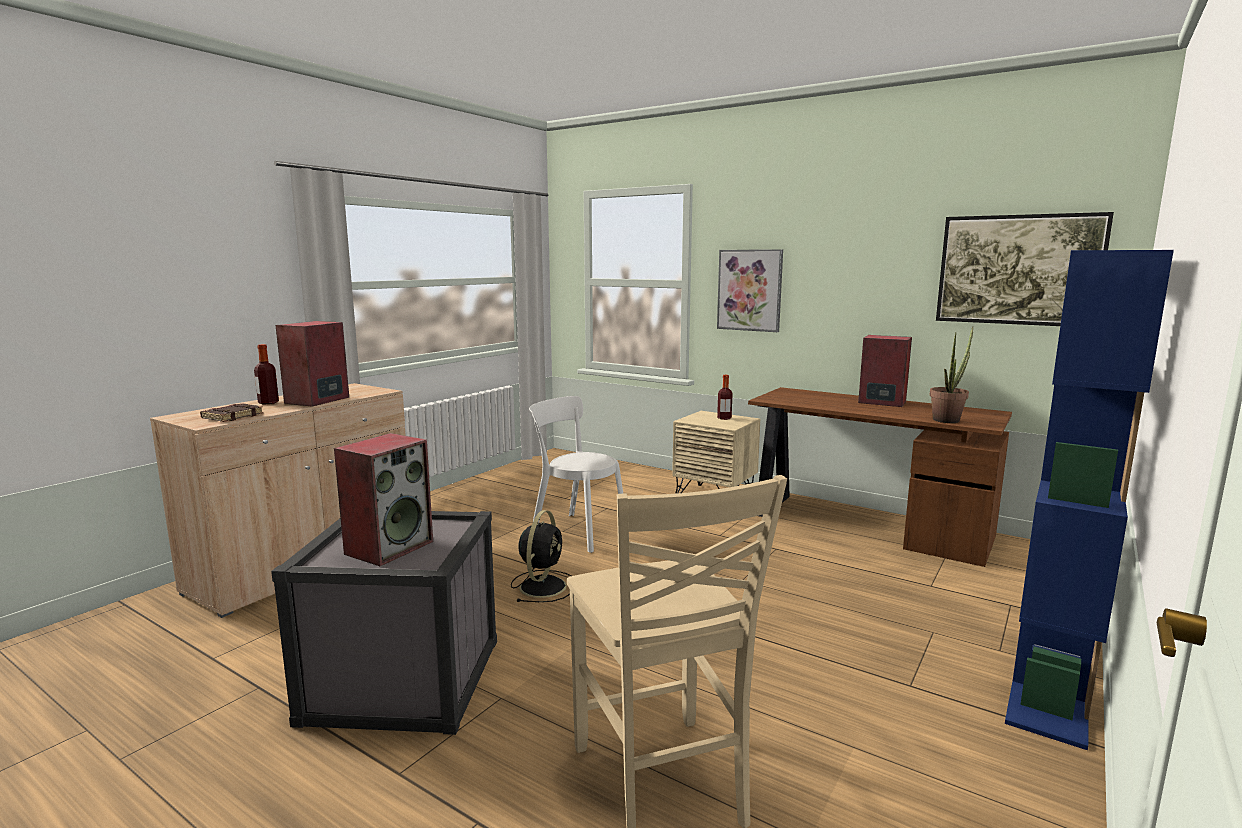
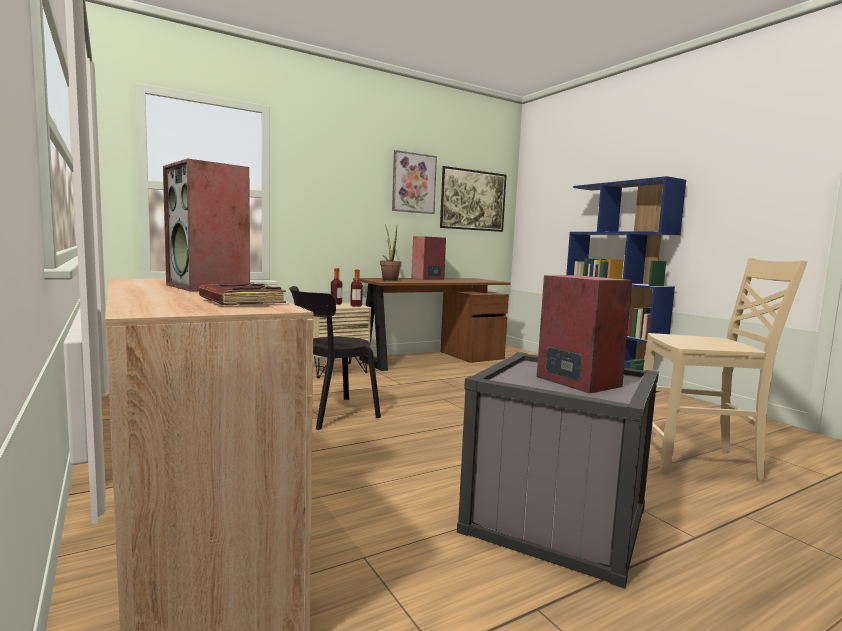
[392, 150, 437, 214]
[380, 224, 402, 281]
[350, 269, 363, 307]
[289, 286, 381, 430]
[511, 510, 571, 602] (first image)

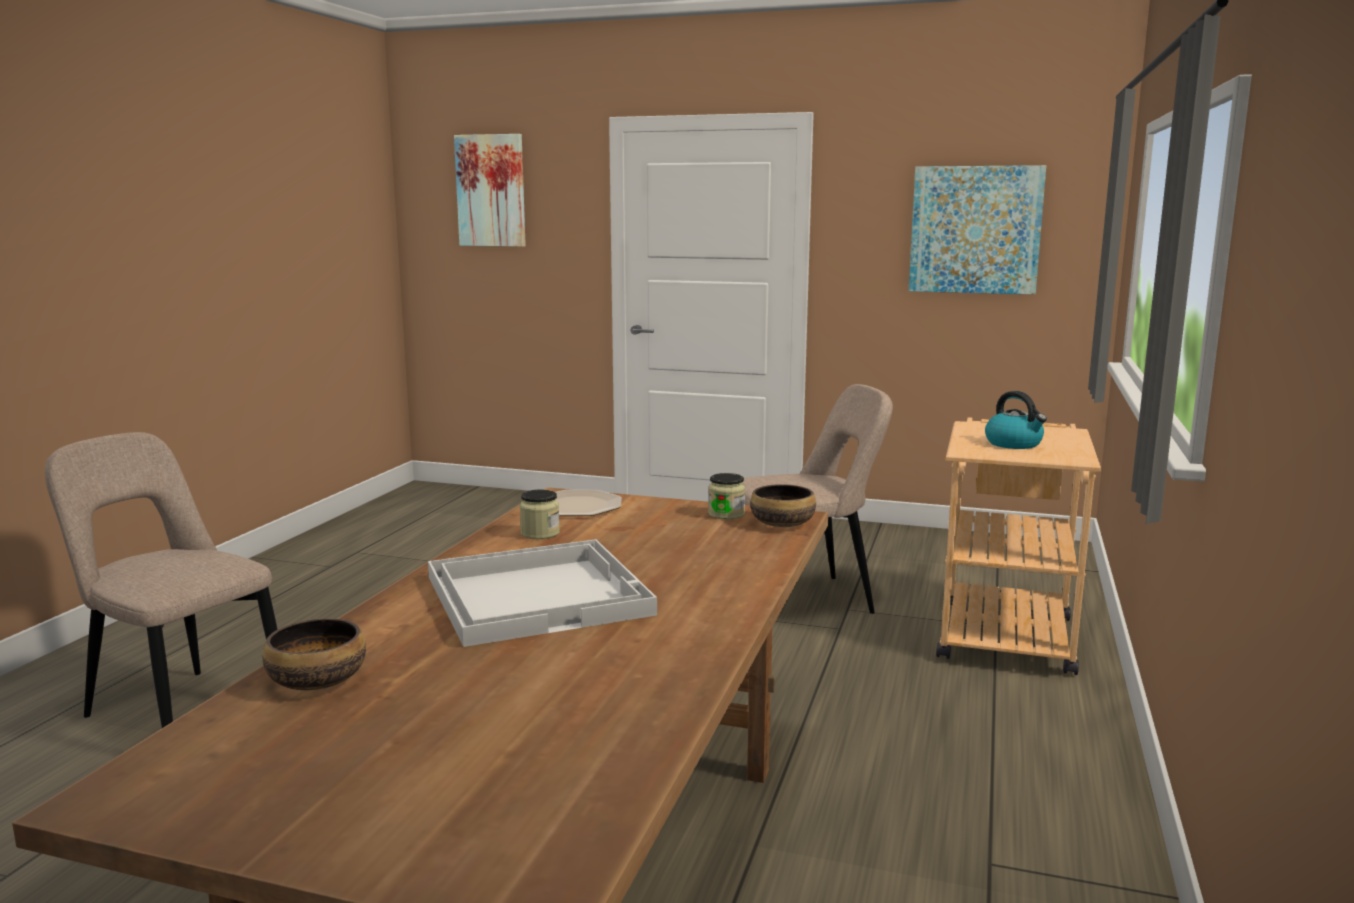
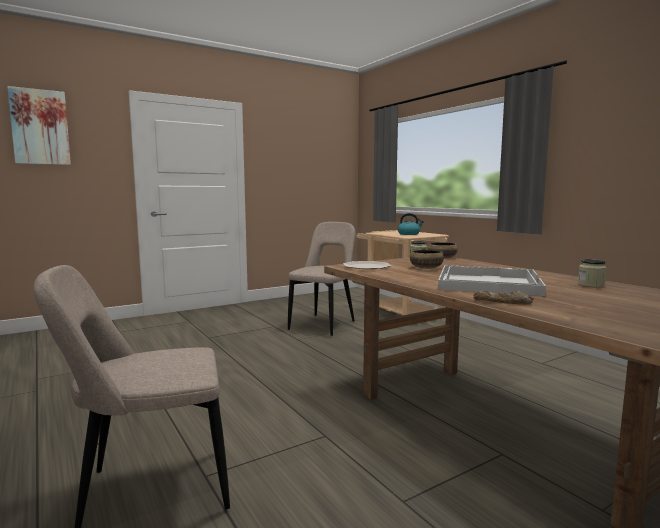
[909, 165, 1046, 295] (first image)
[578, 259, 606, 287]
[410, 250, 444, 269]
[473, 291, 534, 305]

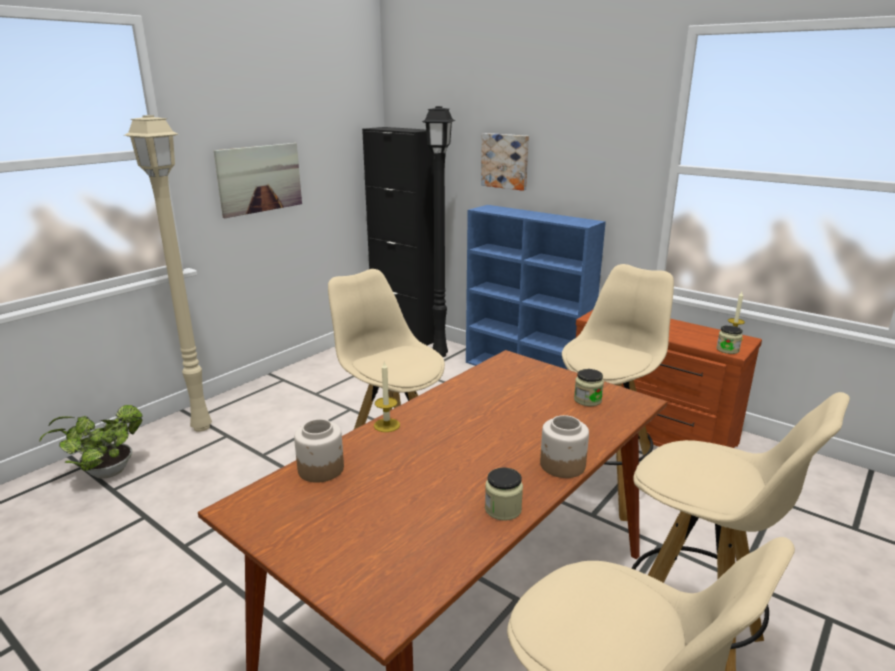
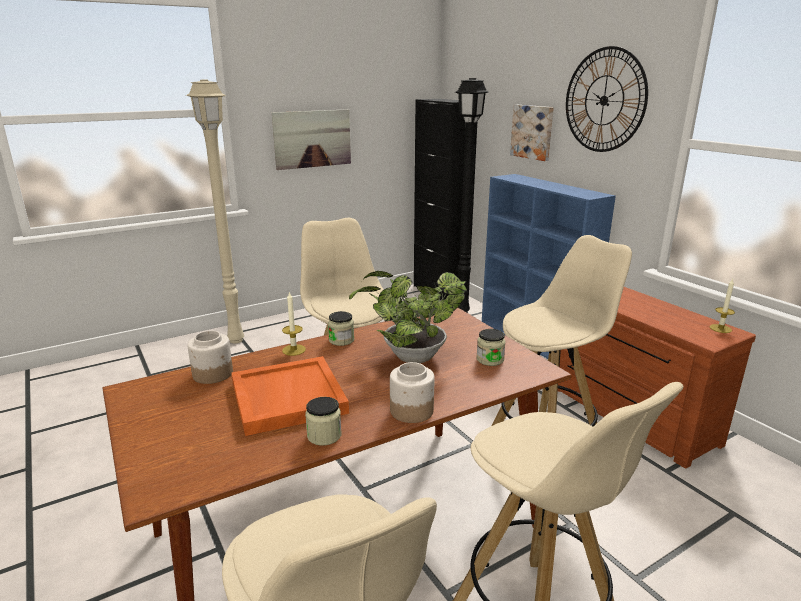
[328, 311, 354, 346]
[349, 271, 467, 363]
[566, 46, 648, 152]
[232, 356, 349, 436]

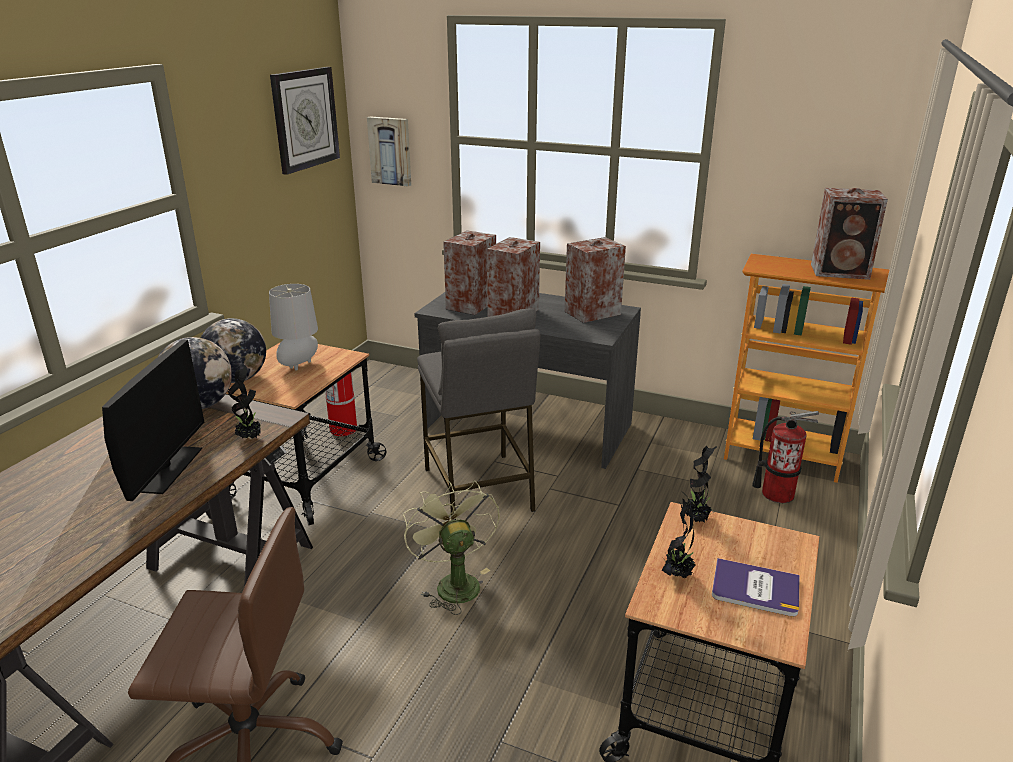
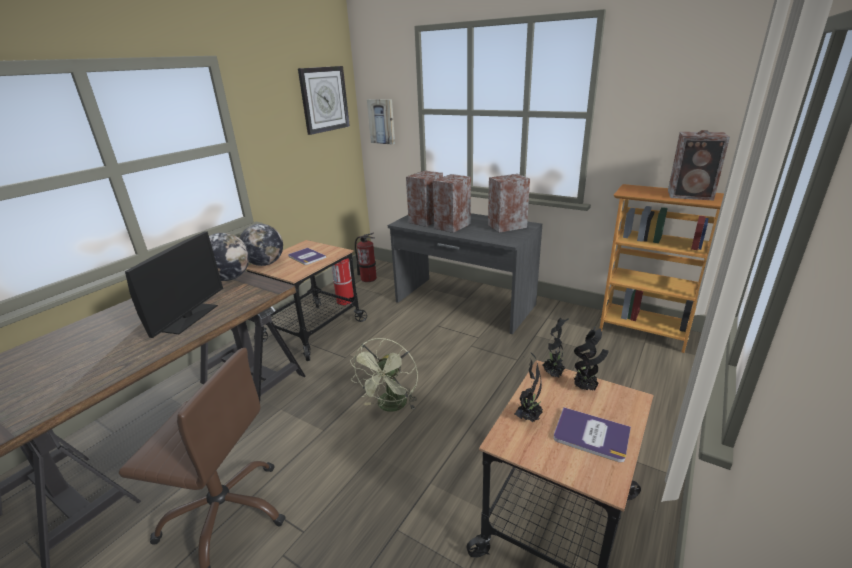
[288, 248, 326, 265]
[417, 308, 540, 520] (first image)
[574, 326, 609, 390]
[355, 232, 377, 282]
[350, 338, 418, 411]

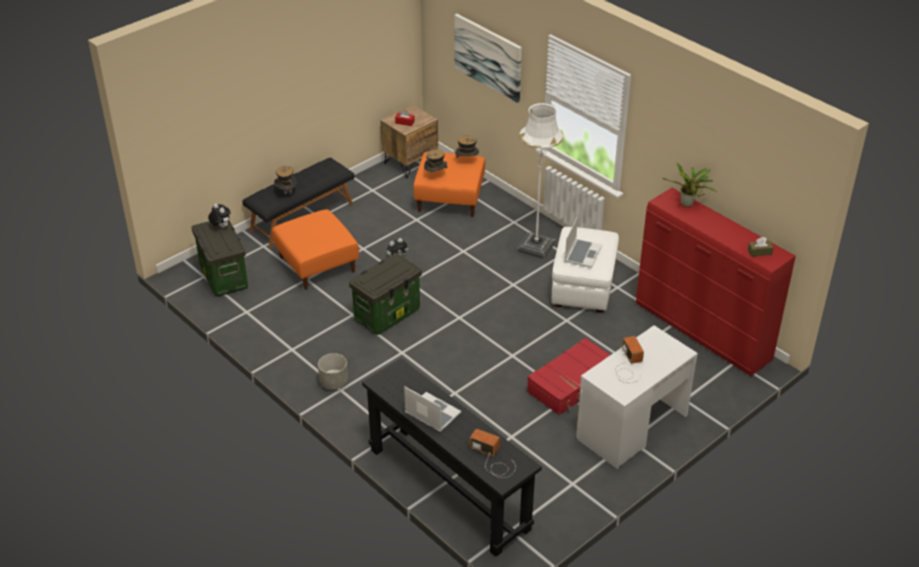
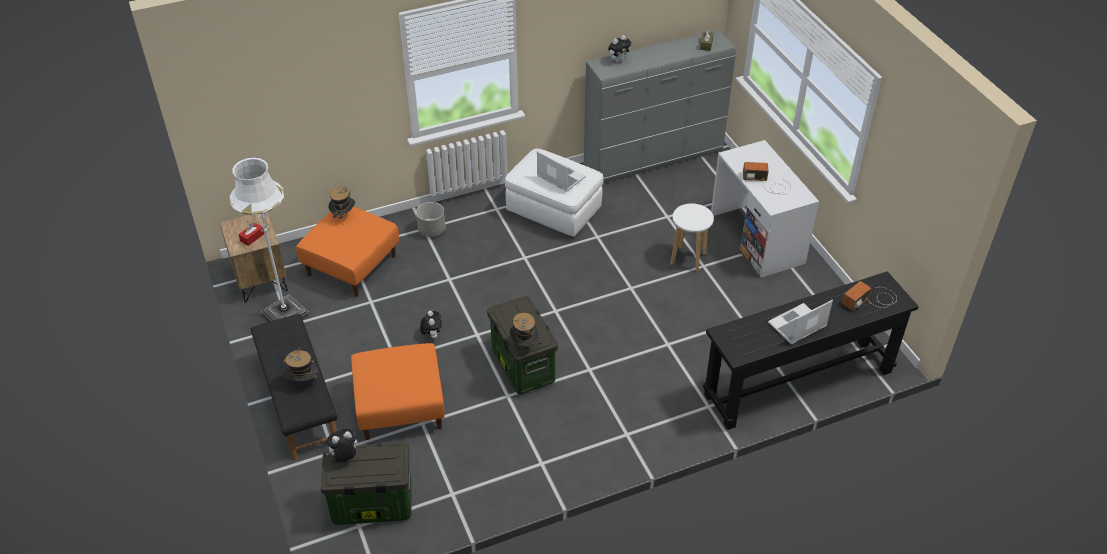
[454, 14, 522, 103] (first image)
[230, 157, 310, 322]
[510, 313, 539, 347]
[608, 35, 631, 63]
[584, 29, 736, 183]
[671, 203, 714, 271]
[416, 202, 445, 237]

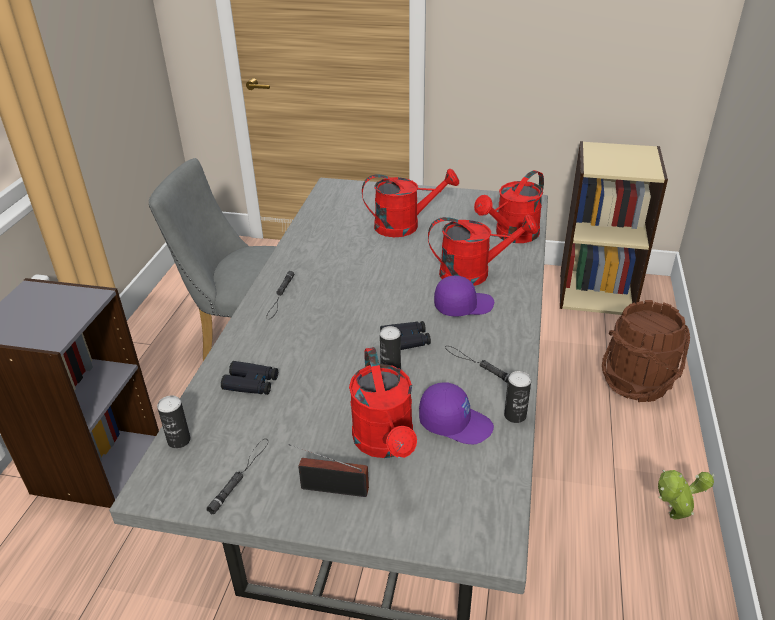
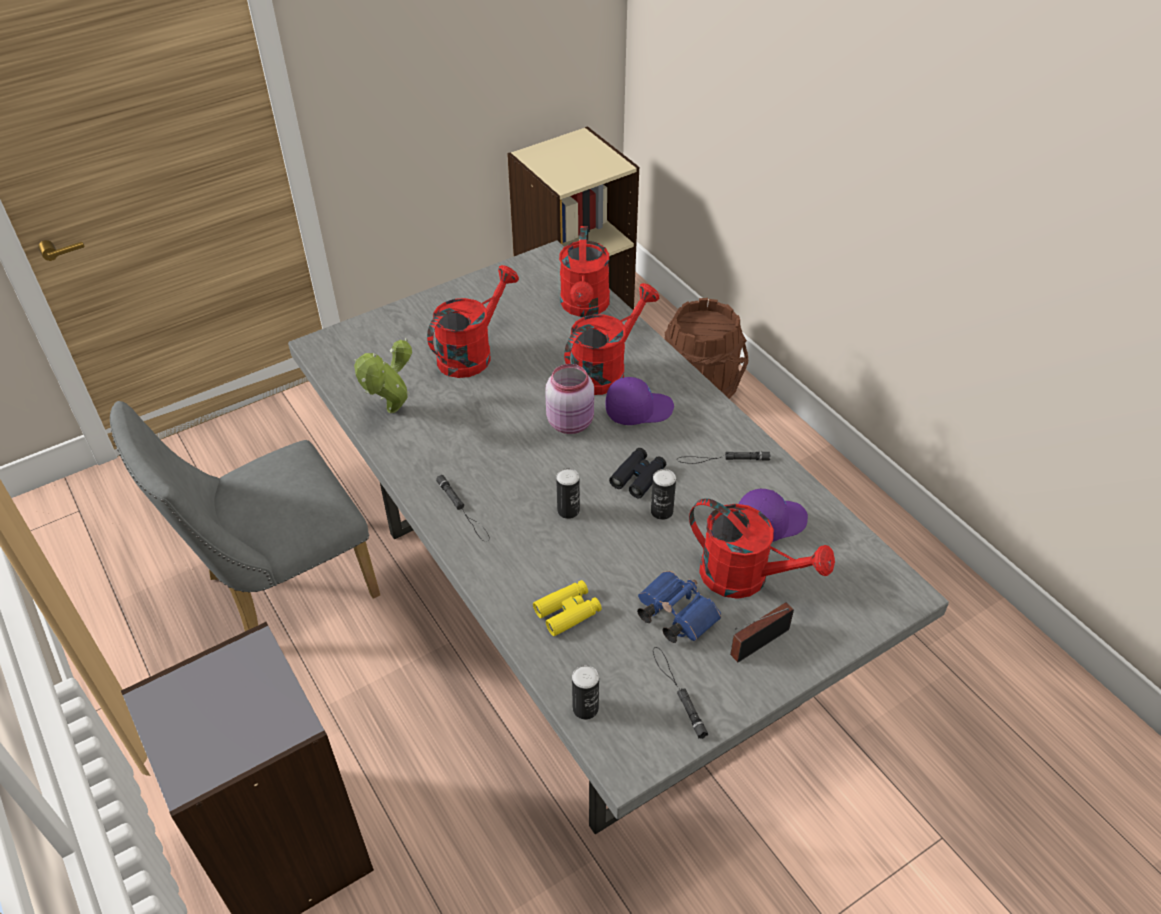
[606, 377, 674, 425]
[533, 580, 602, 636]
[556, 468, 580, 519]
[353, 338, 412, 413]
[545, 364, 594, 434]
[637, 571, 721, 643]

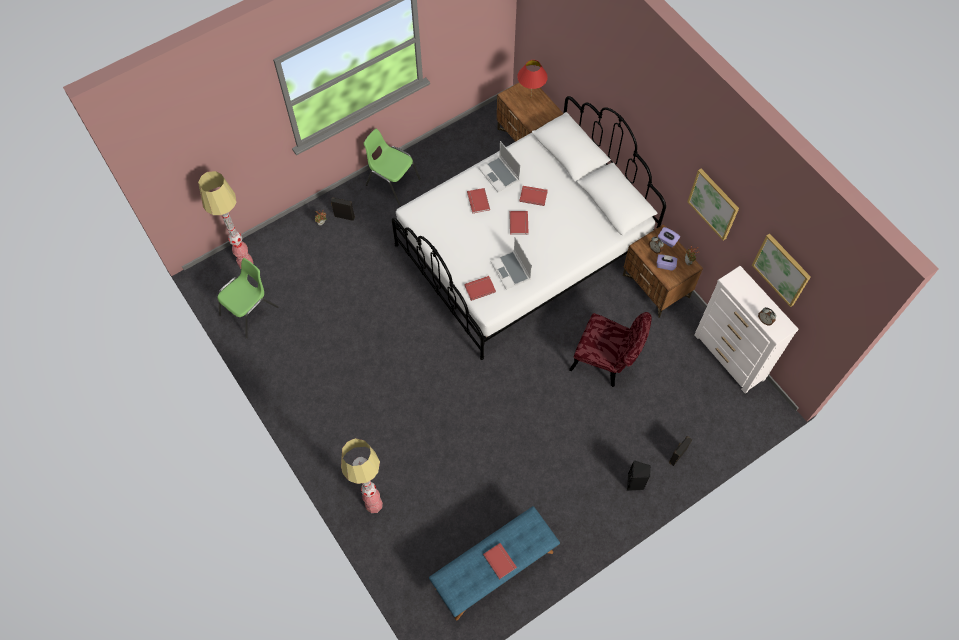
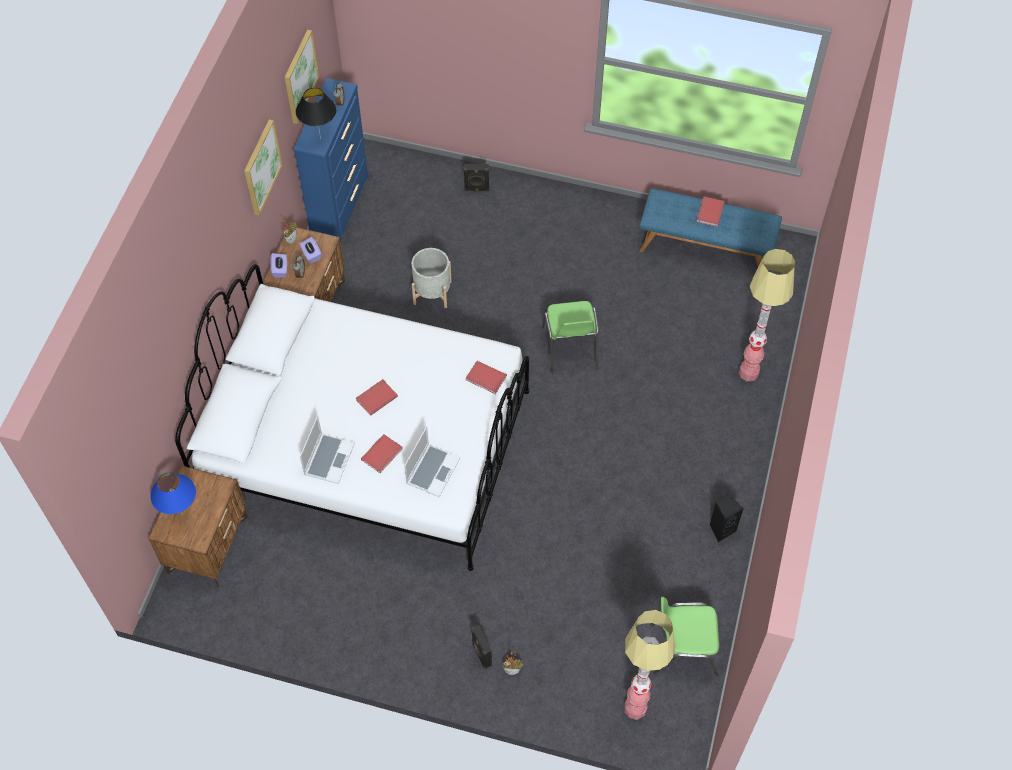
[150, 472, 196, 514]
[542, 301, 599, 374]
[519, 186, 548, 206] (first image)
[404, 426, 460, 497]
[294, 78, 368, 242]
[412, 248, 452, 308]
[710, 494, 744, 543]
[296, 88, 336, 139]

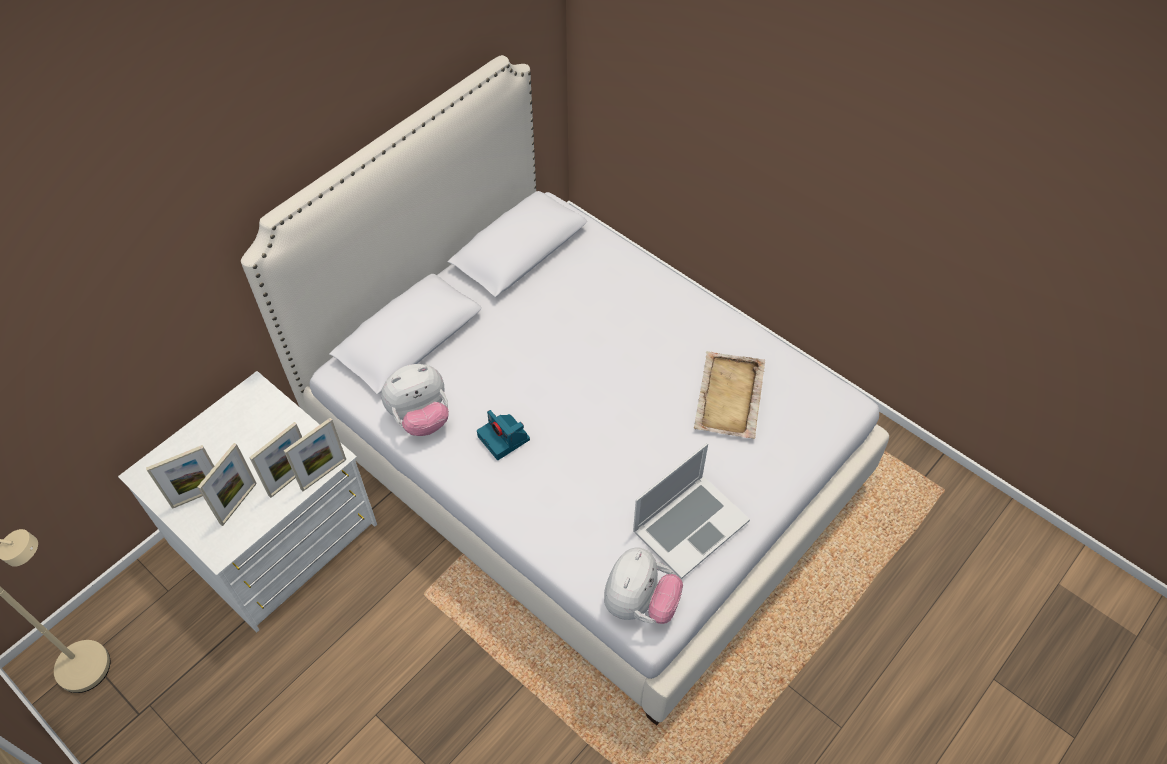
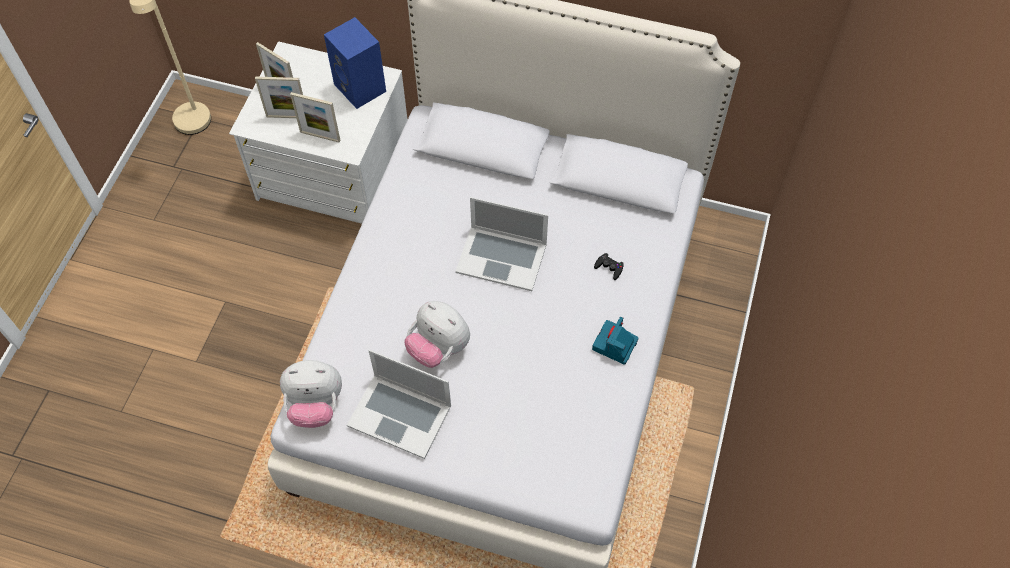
[694, 351, 765, 439] (first image)
[405, 301, 470, 368]
[592, 317, 638, 365]
[283, 418, 346, 491] (first image)
[324, 17, 386, 109]
[455, 197, 548, 291]
[594, 253, 624, 280]

